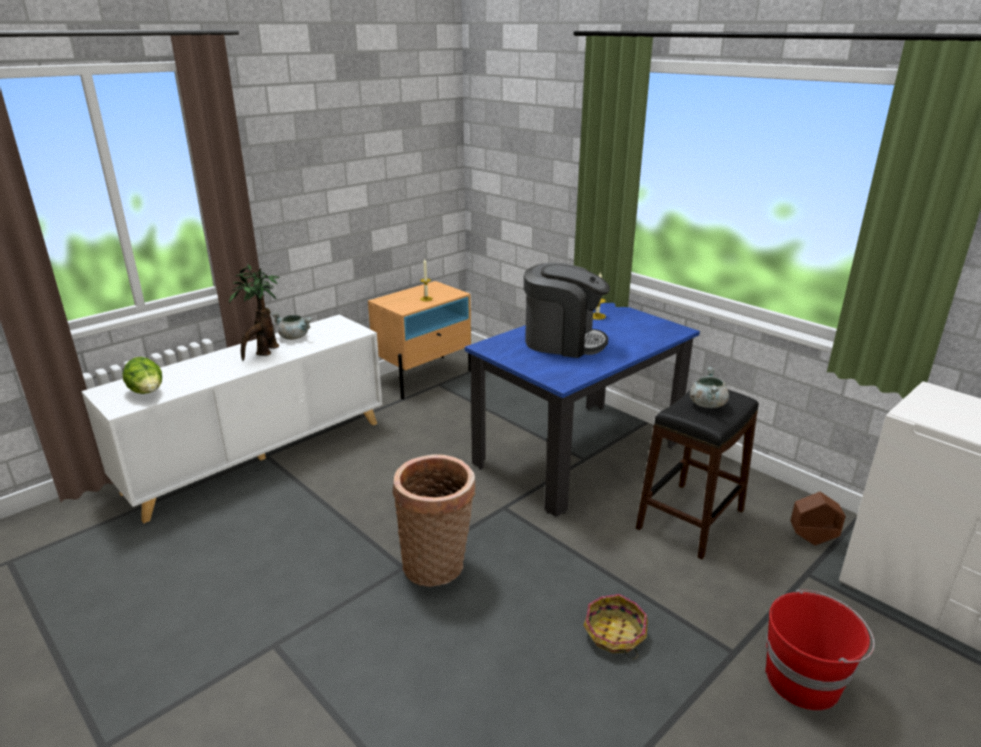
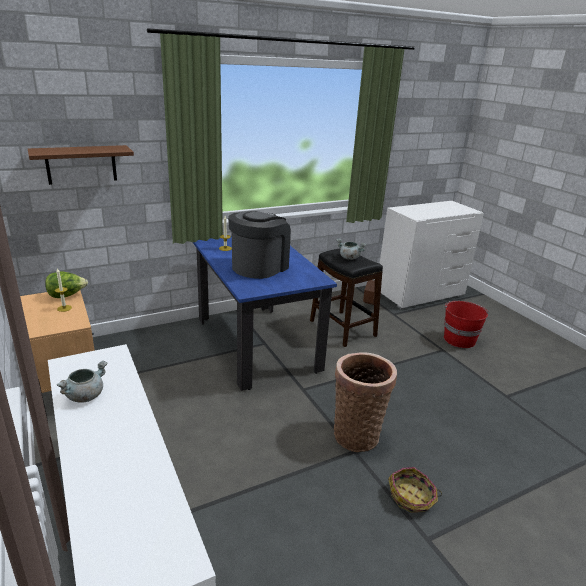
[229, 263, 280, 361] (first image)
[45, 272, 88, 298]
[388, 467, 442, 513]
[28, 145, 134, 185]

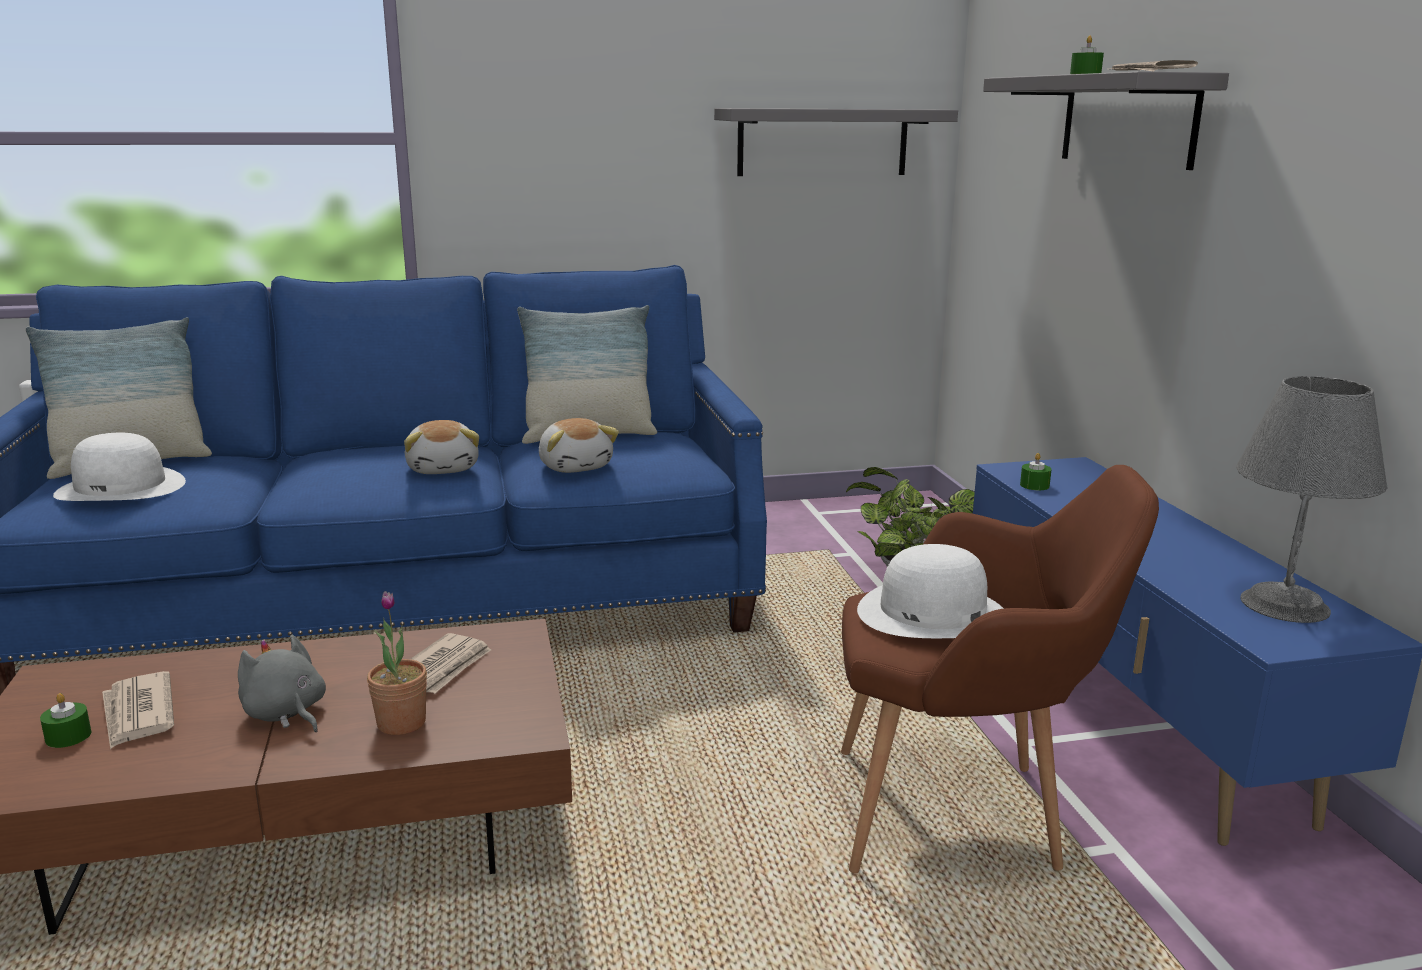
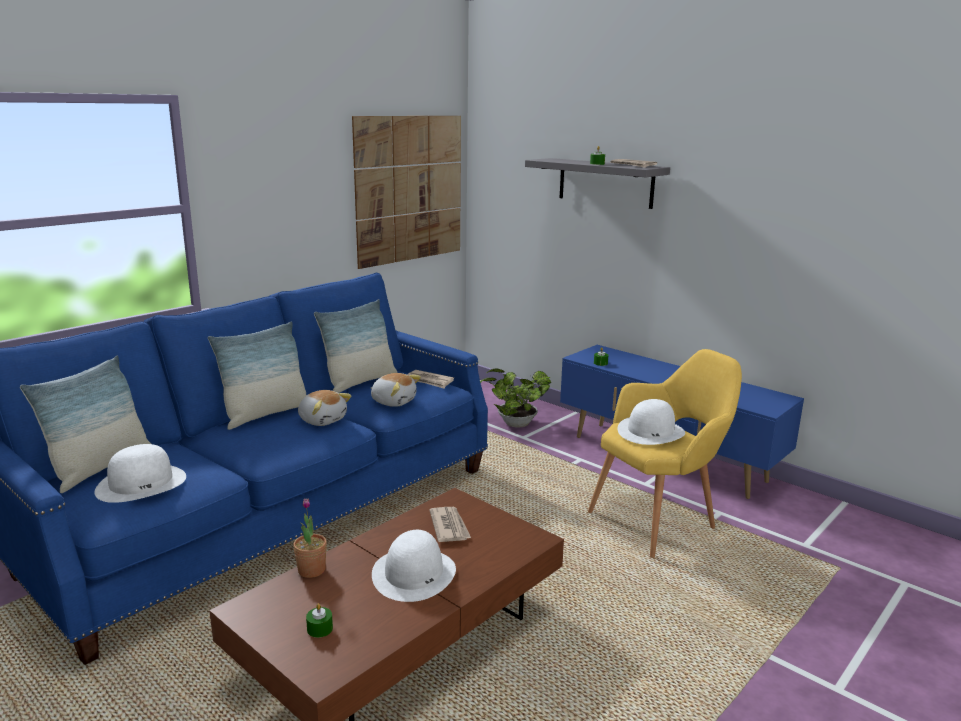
[352, 116, 461, 269]
[1236, 376, 1388, 623] (first image)
[588, 349, 742, 558]
[293, 498, 327, 578]
[372, 530, 456, 602]
[407, 370, 454, 388]
[208, 321, 306, 430]

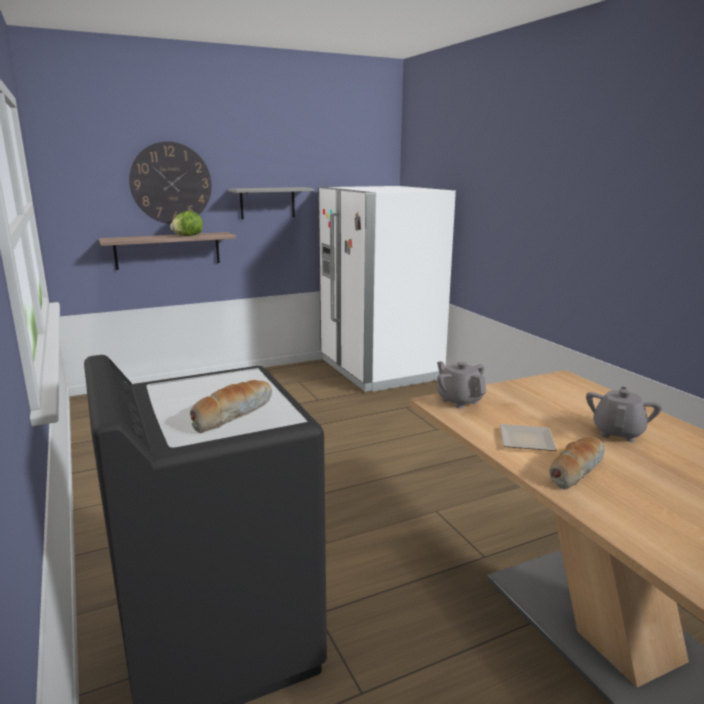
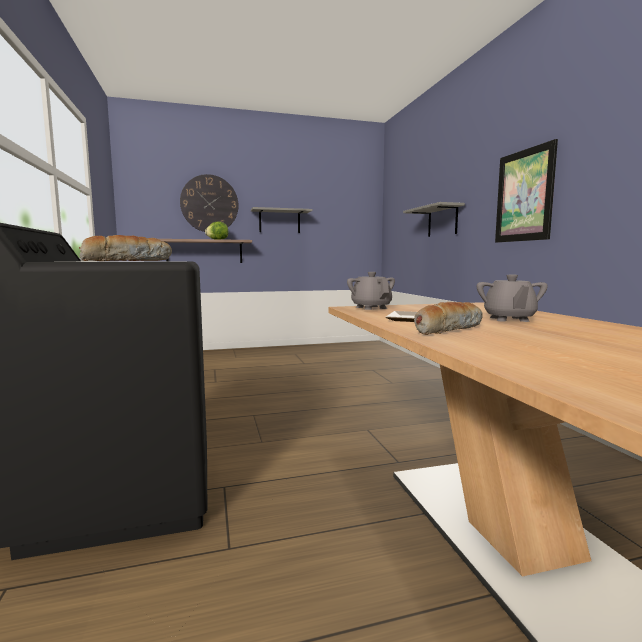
[318, 186, 456, 392] (first image)
[476, 274, 548, 322]
[495, 139, 558, 243]
[403, 202, 465, 237]

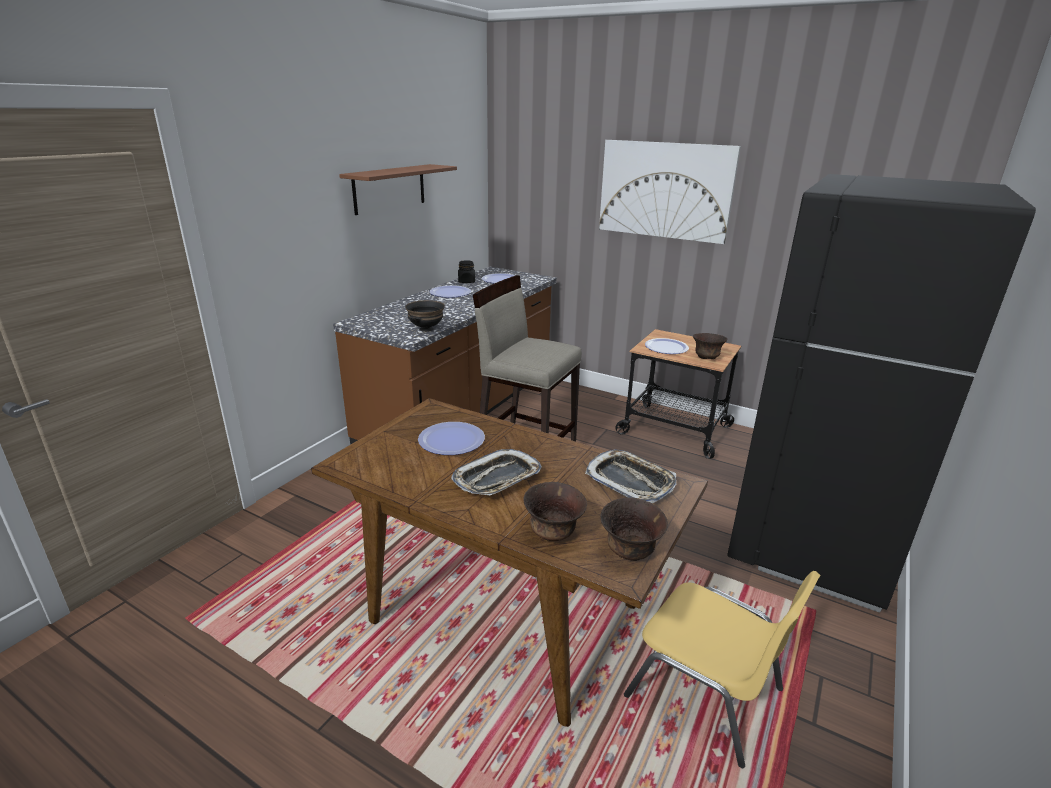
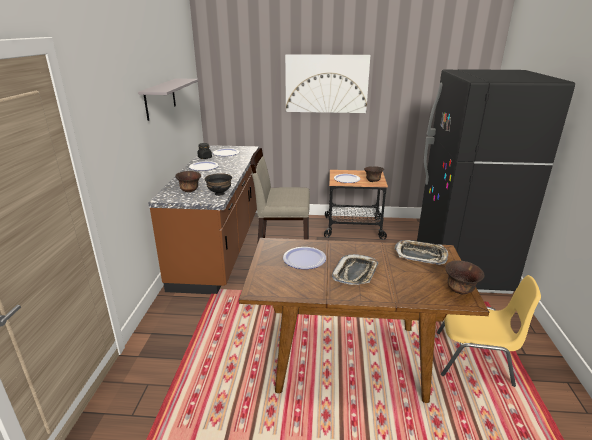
[138, 79, 199, 121]
[175, 171, 201, 192]

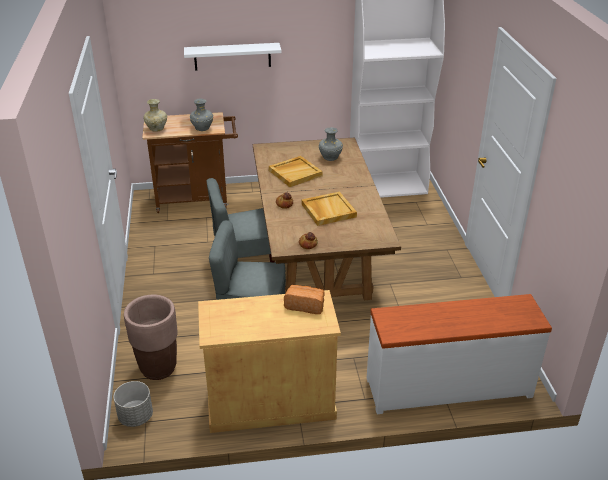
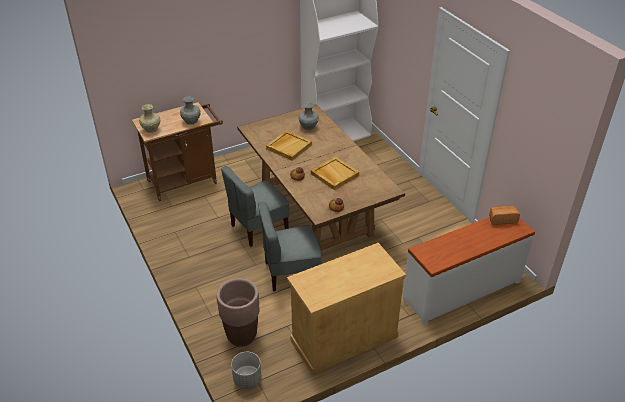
[184, 43, 282, 71] (first image)
[489, 206, 520, 225]

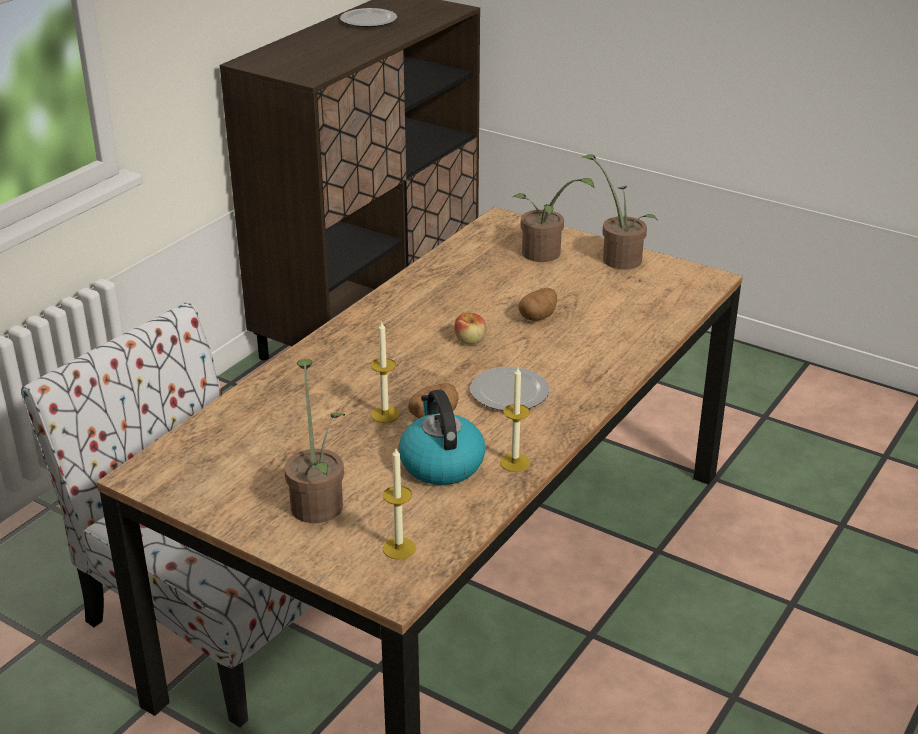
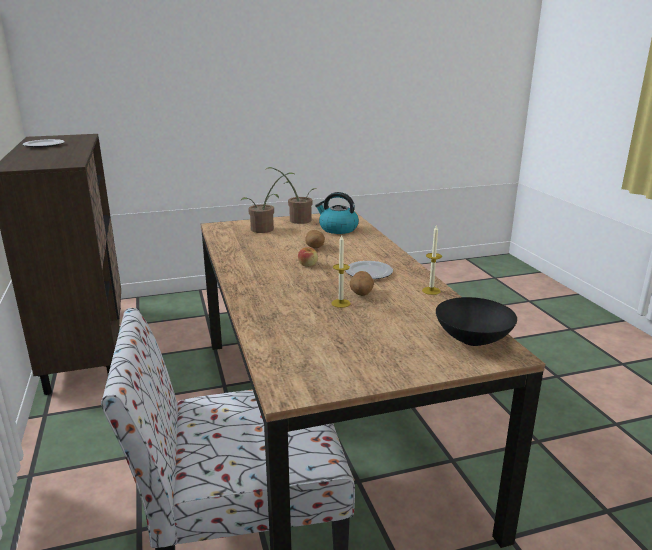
[284, 359, 345, 523] (first image)
[315, 192, 359, 234]
[436, 297, 517, 346]

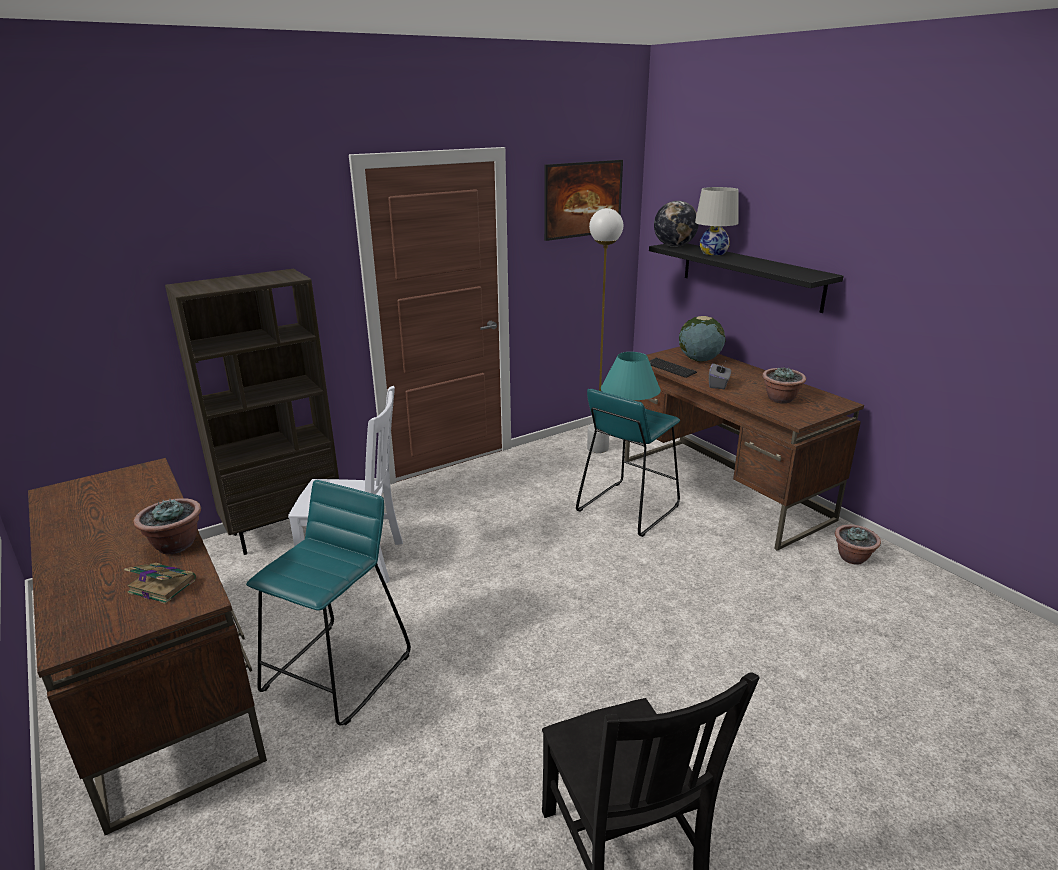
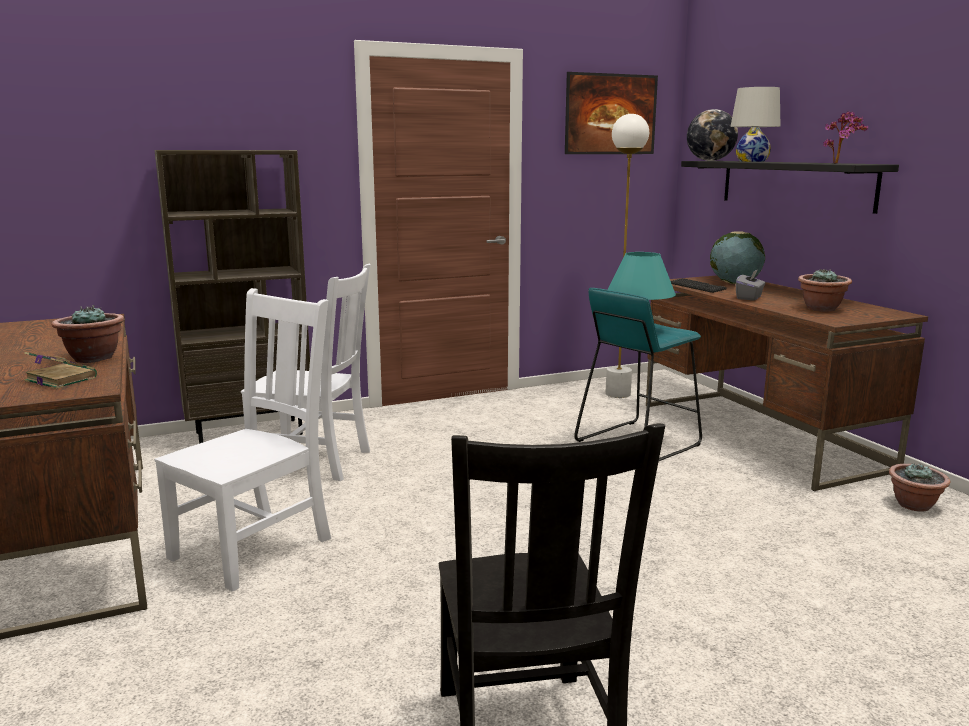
[154, 288, 331, 592]
[823, 111, 868, 163]

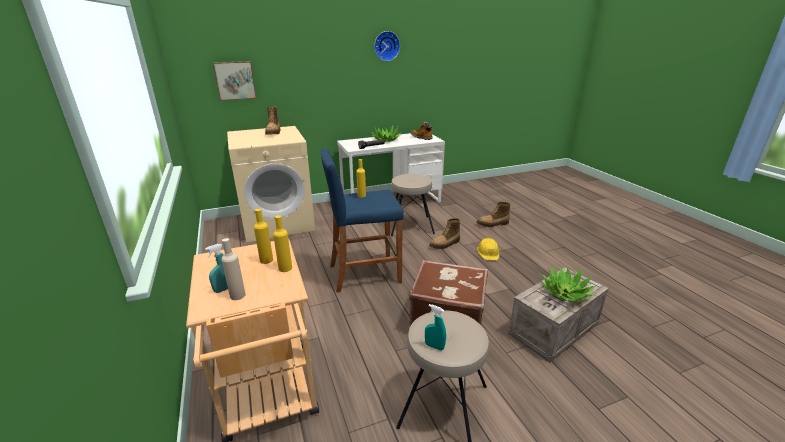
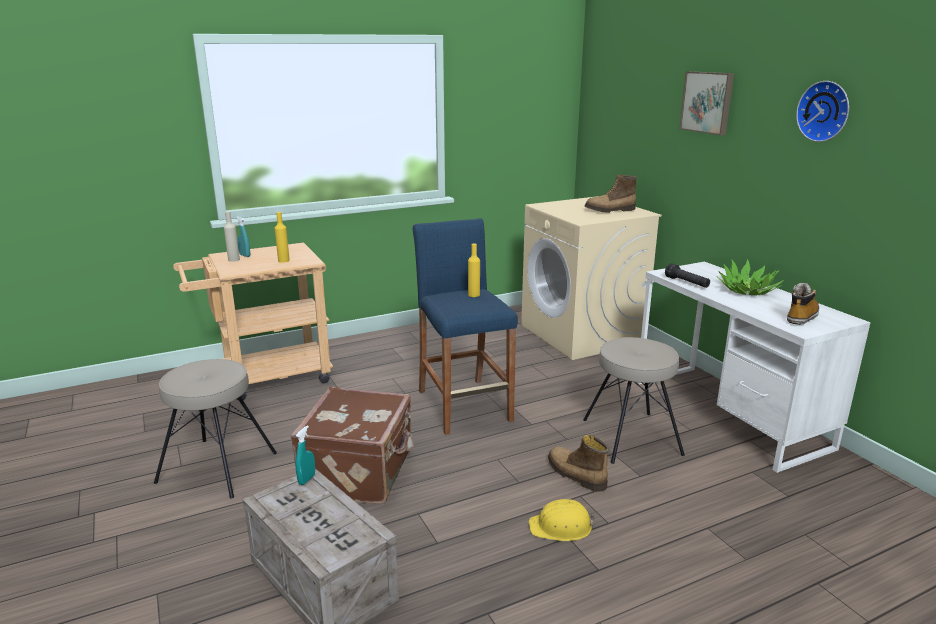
[679, 71, 734, 135]
[477, 202, 510, 227] (first image)
[273, 215, 292, 272] (first image)
[541, 265, 597, 302] (first image)
[296, 425, 315, 485]

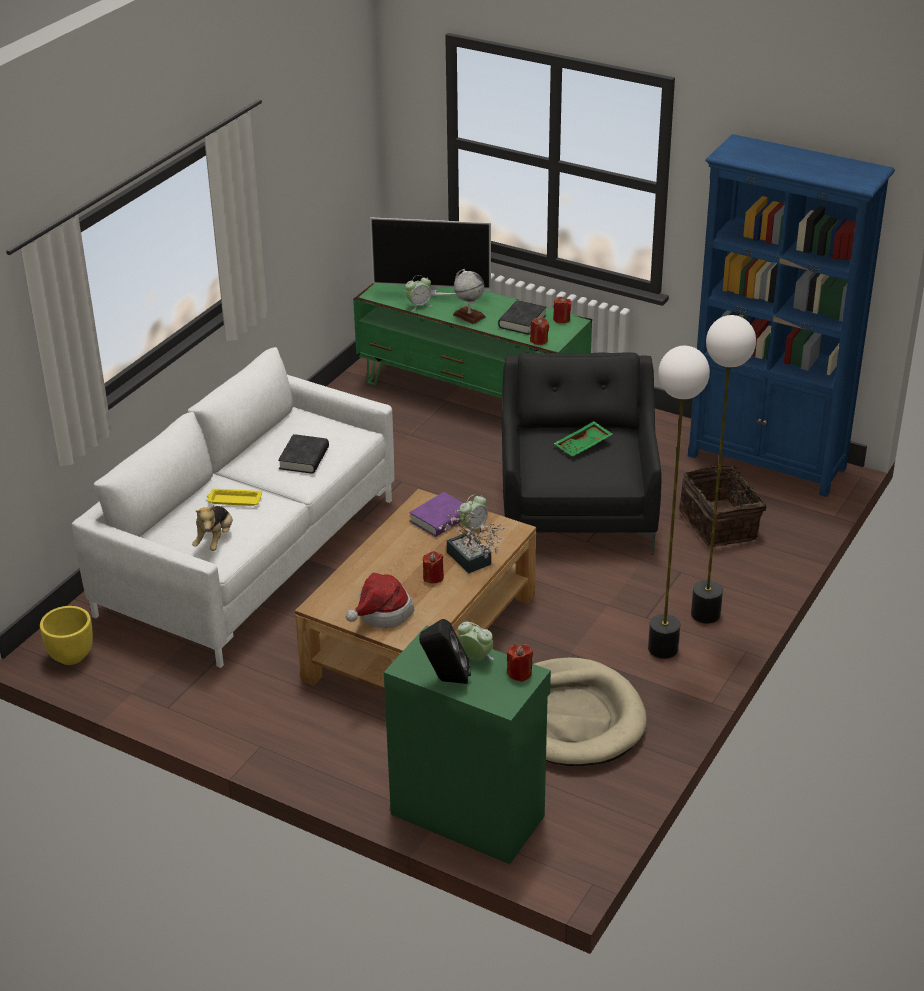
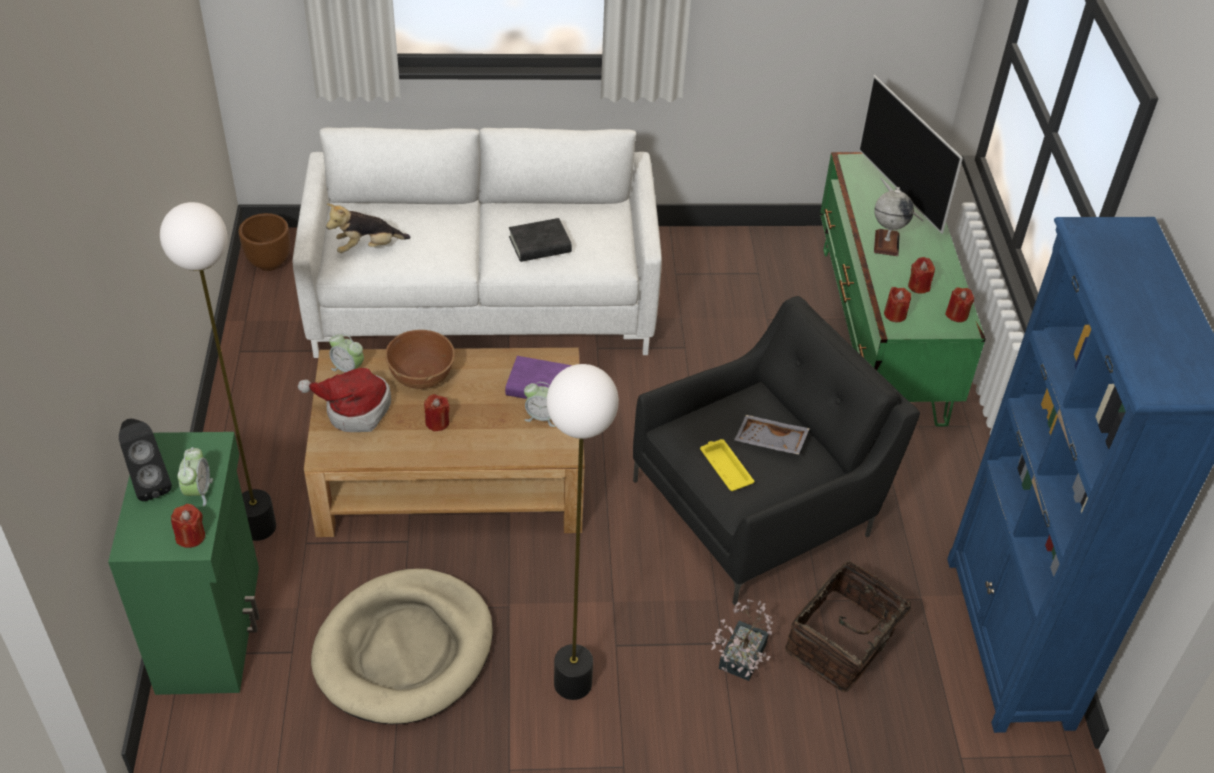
[329, 334, 364, 373]
[908, 257, 935, 294]
[160, 202, 276, 541]
[734, 415, 809, 455]
[700, 439, 754, 491]
[711, 599, 773, 681]
[239, 213, 290, 271]
[385, 330, 455, 389]

